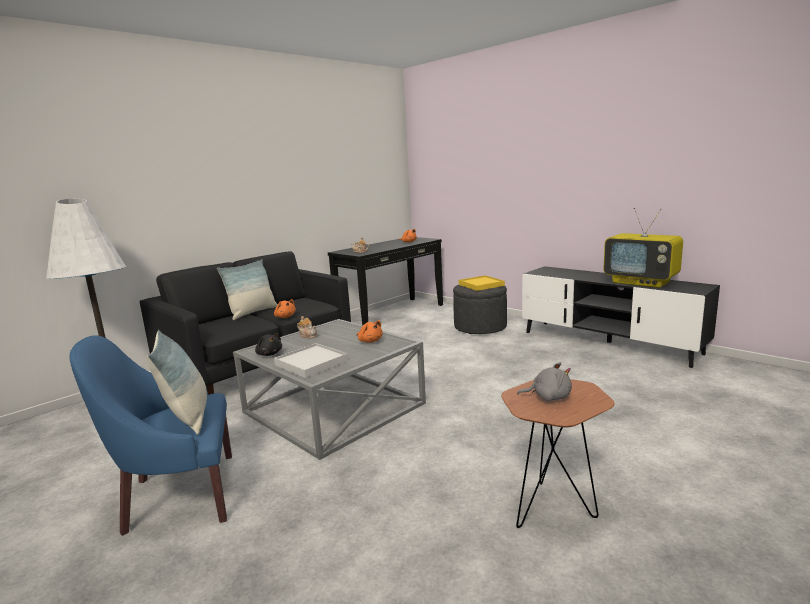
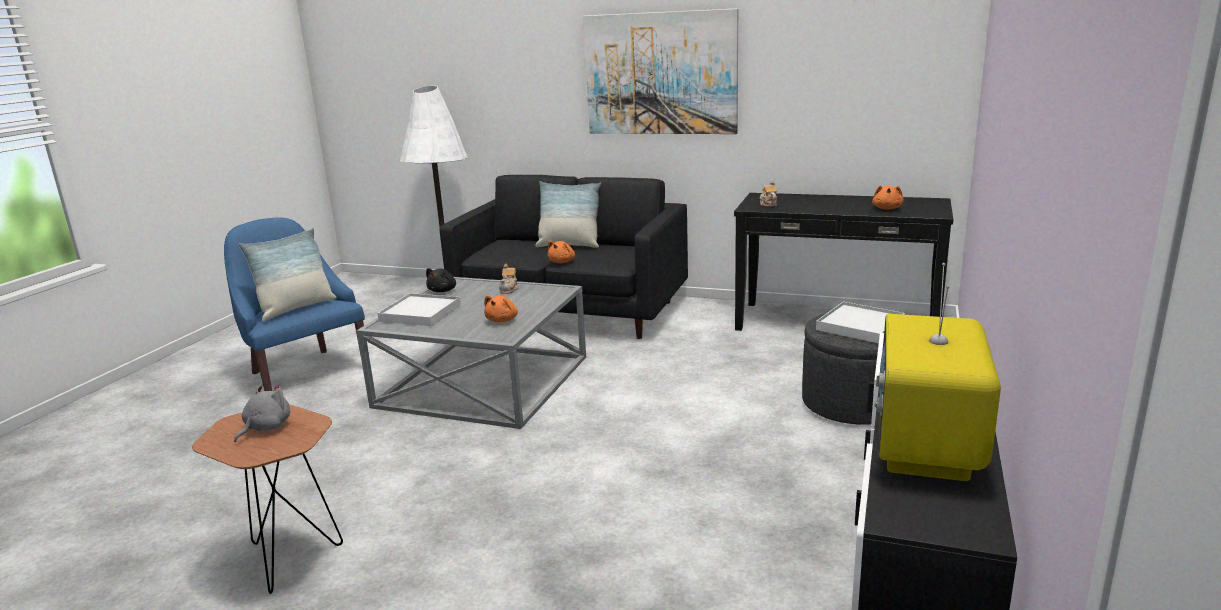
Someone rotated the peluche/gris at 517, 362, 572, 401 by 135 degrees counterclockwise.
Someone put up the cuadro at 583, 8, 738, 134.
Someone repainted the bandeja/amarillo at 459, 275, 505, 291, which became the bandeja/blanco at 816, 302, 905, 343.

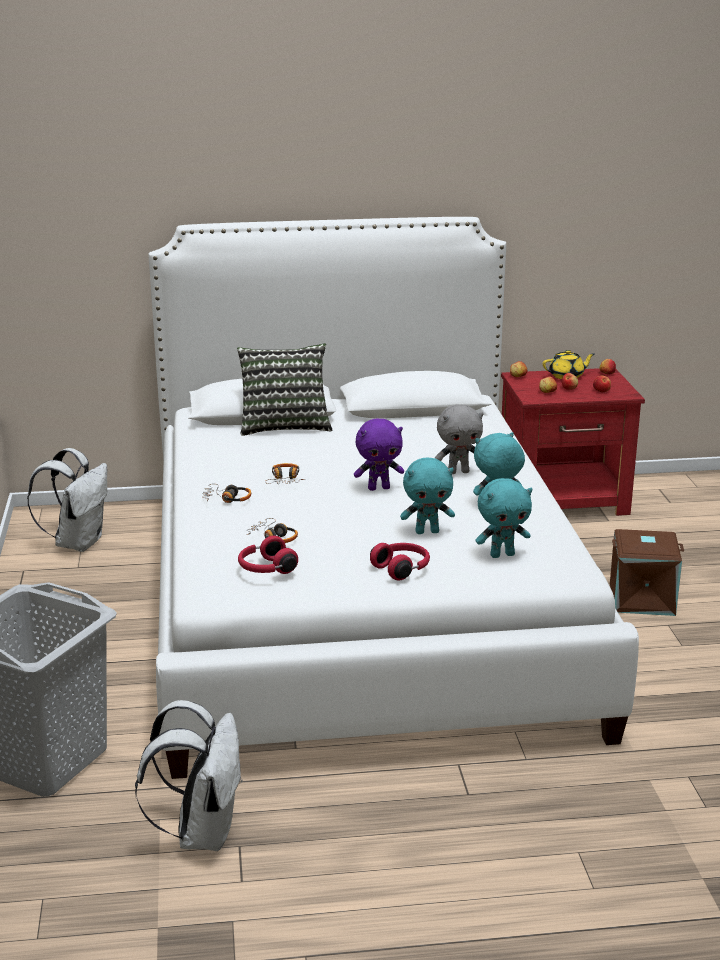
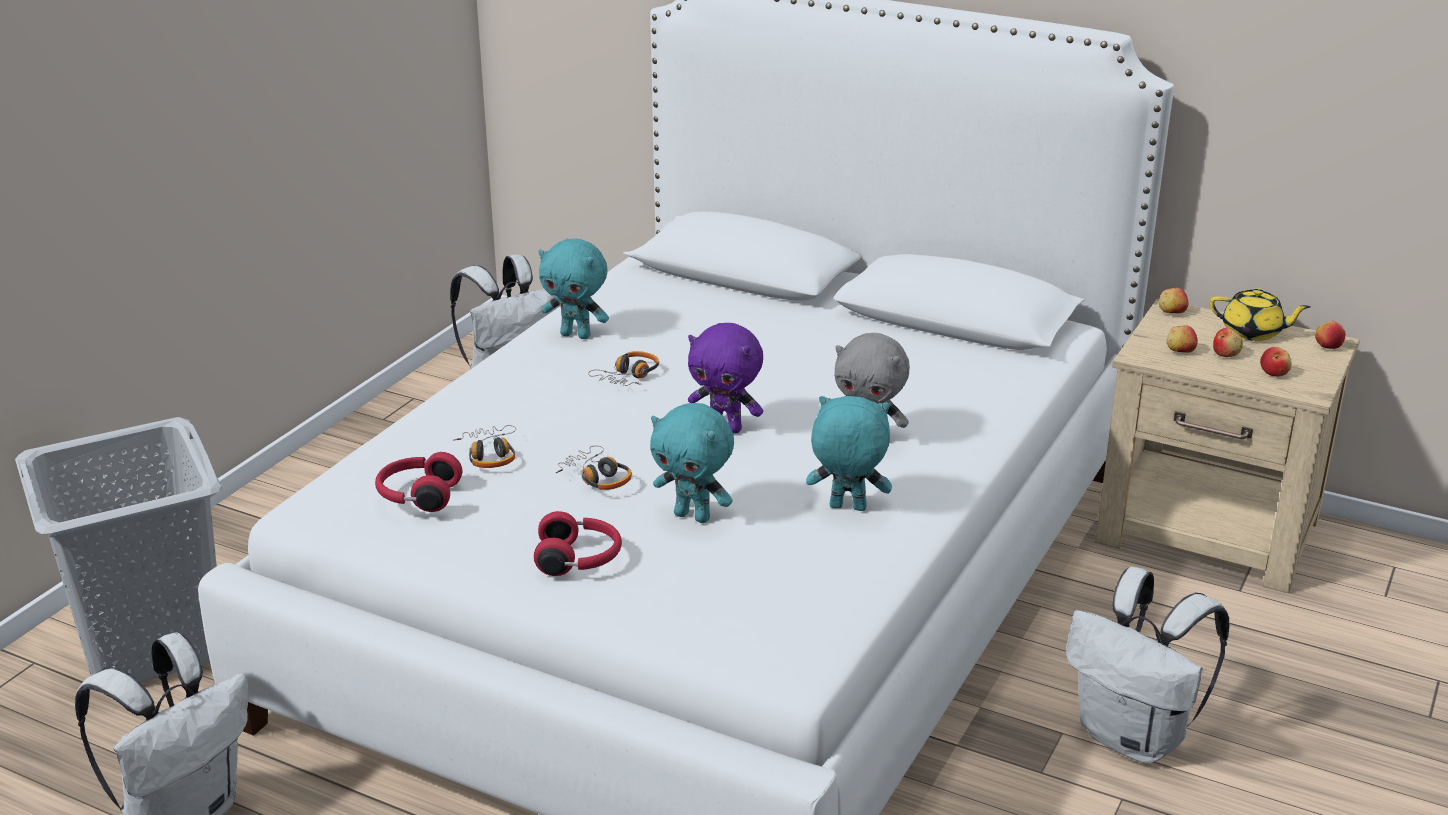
Someone carried the peluche/turquesa from 475, 478, 532, 558 to 538, 239, 609, 339.
Someone carried the auriculares from 202, 484, 251, 503 to 556, 445, 632, 490.
Someone swapped the caja de almacenaje/marrón at 610, 529, 684, 616 for the mochila/blanco at 1066, 567, 1229, 764.
Someone repainted the mesita de noche/rojo at 501, 368, 645, 516, which became the mesita de noche/beis at 1095, 299, 1360, 593.
Someone took away the cojín at 237, 343, 333, 436.

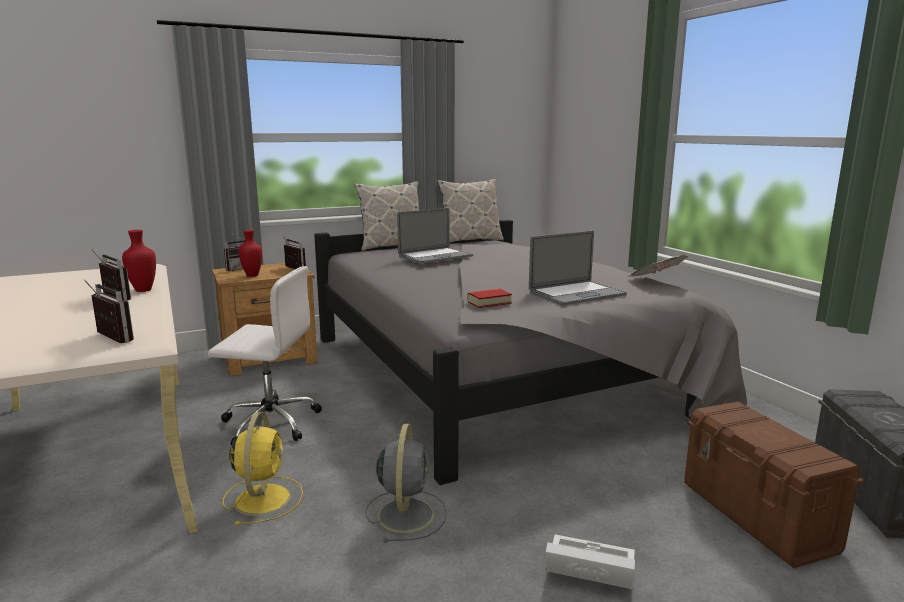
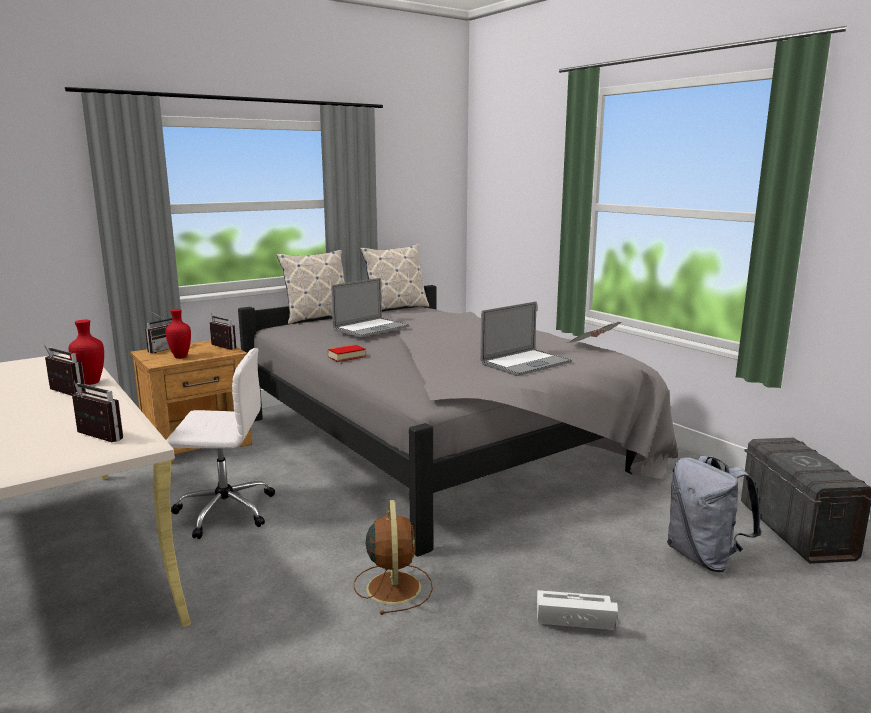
Someone carried the libro from 467, 289, 512, 308 to 328, 345, 366, 362.
Someone repainted the ventilador/gris at 366, 424, 447, 542, which became the ventilador/marrón at 354, 500, 433, 615.
Someone swapped the caja de almacenaje/marrón at 684, 402, 864, 568 for the mochila/gris at 667, 456, 761, 572.
Someone took away the ventilador/amarillo at 223, 412, 303, 525.

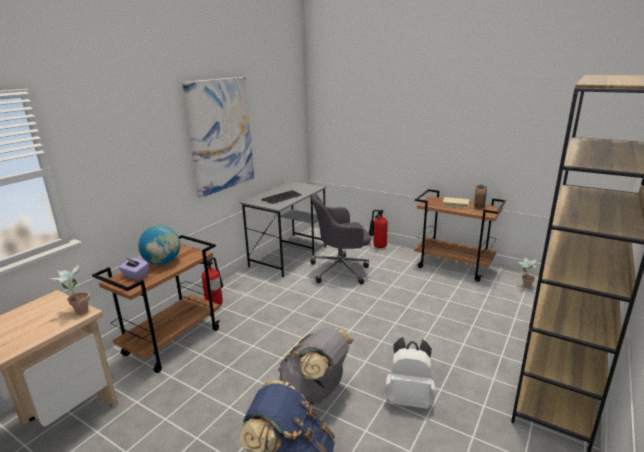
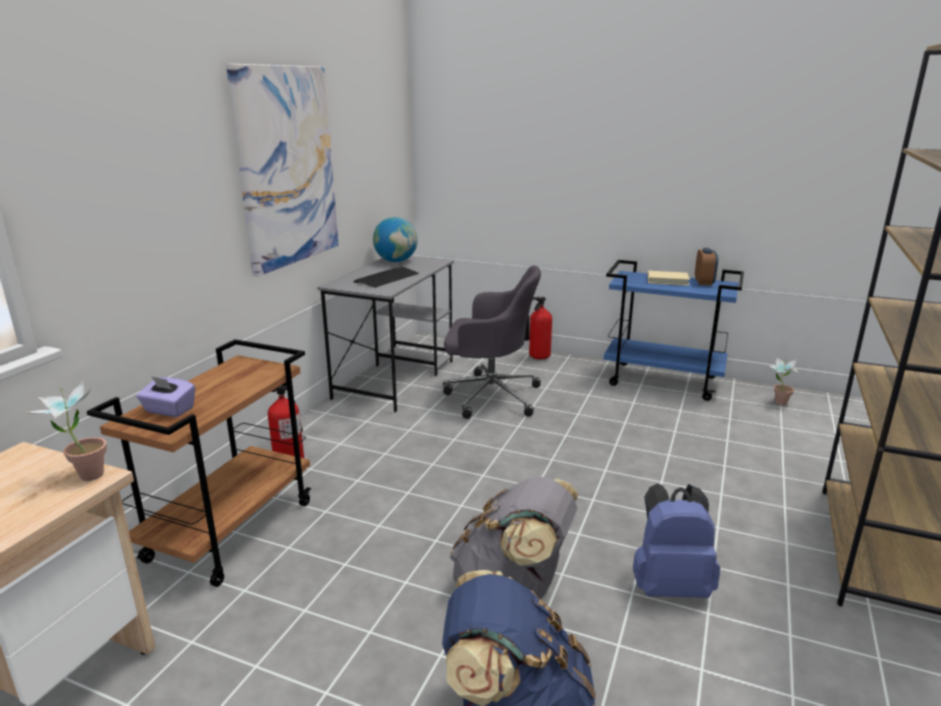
Someone carried the globo terráqueo from 138, 225, 181, 265 to 373, 217, 418, 262.
Someone rotated the silla de oficina/gris at 310, 193, 371, 284 by 150 degrees counterclockwise.
Someone repainted the carrito/marrón at 414, 189, 506, 282, which became the carrito/azul at 603, 260, 744, 401.
Someone repainted the mochila/blanco at 385, 337, 435, 409, which became the mochila/azul at 633, 483, 720, 598.

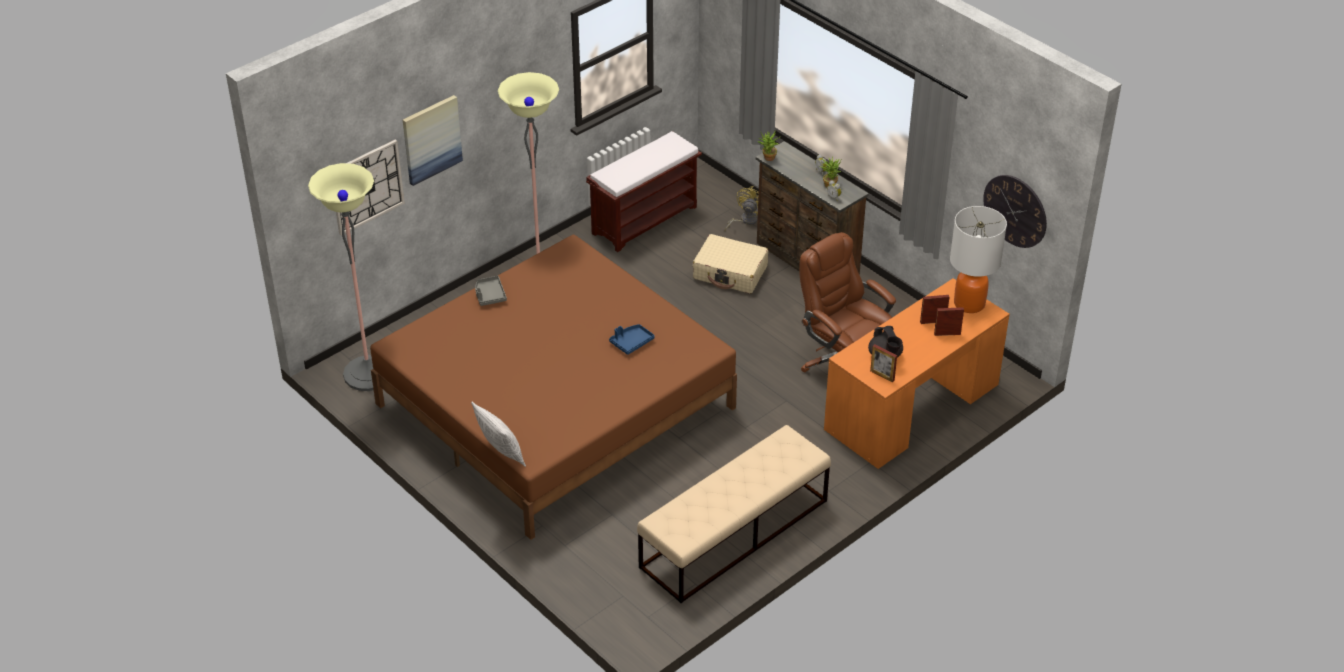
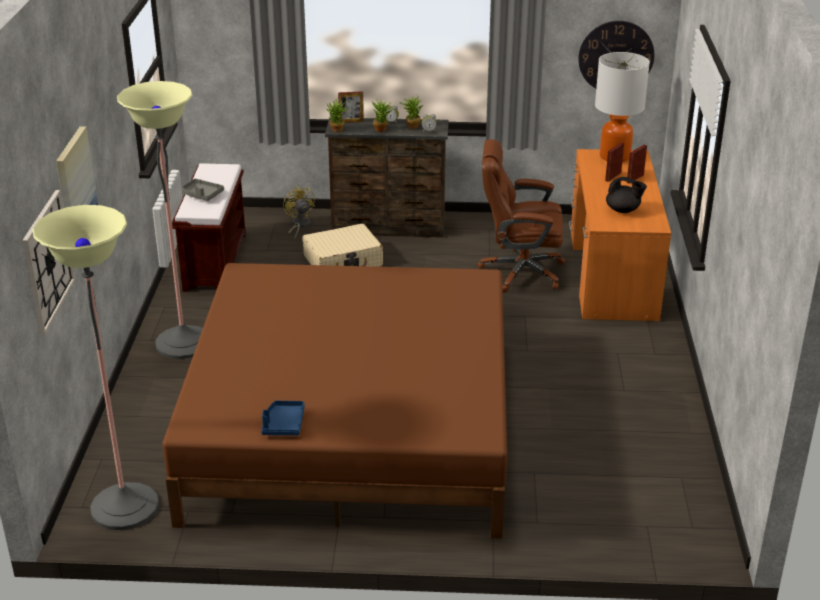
Someone carried the bandeja/gris from 475, 276, 507, 306 to 182, 179, 224, 201.
Someone carried the bandeja/azul from 609, 324, 655, 355 to 261, 401, 305, 436.
Someone carried the portarretratos from 870, 344, 897, 383 to 338, 91, 364, 123.
Someone put down the planta en maceta at 372, 98, 396, 132.
Someone took away the cojín at 471, 402, 526, 467.
Someone took away the banco/beis at 637, 425, 831, 603.

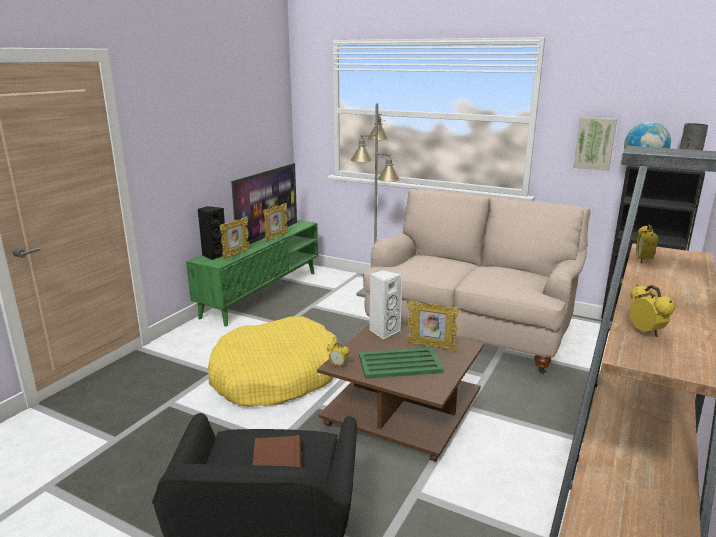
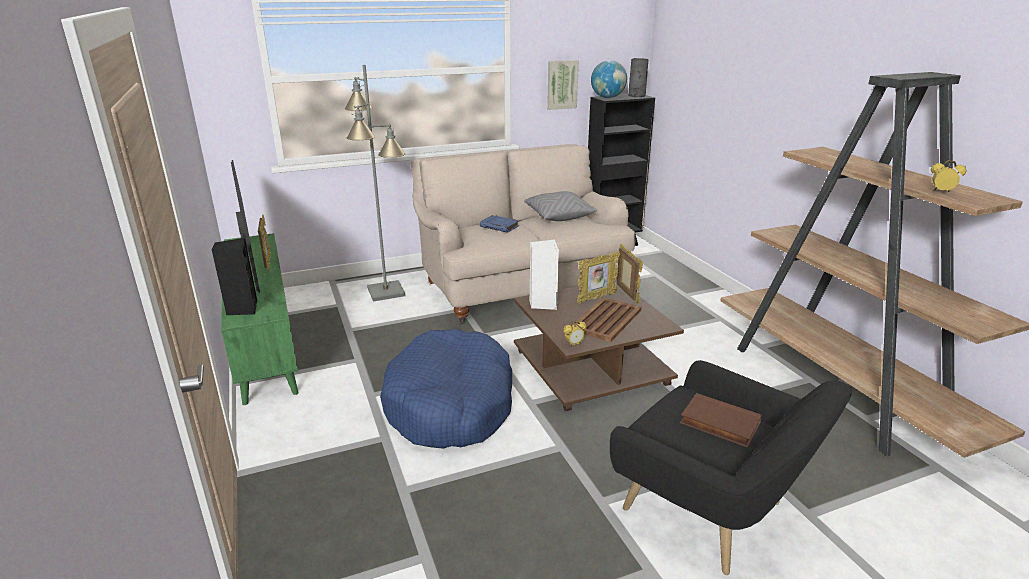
Someone repainted the cama para perro/amarillo at 208, 316, 338, 407, which became the cama para perro/azul at 380, 329, 512, 448.
Someone put down the libro/azul at 480, 215, 519, 233.
Someone put down the cojín/gris at 524, 191, 597, 221.
Someone repainted the bandeja/verde at 359, 347, 444, 379, which became the bandeja/marrón at 573, 297, 641, 342.
Someone carried the portarretratos from 220, 217, 250, 259 to 617, 244, 643, 304.
Someone took away the despertador at 636, 224, 659, 263.

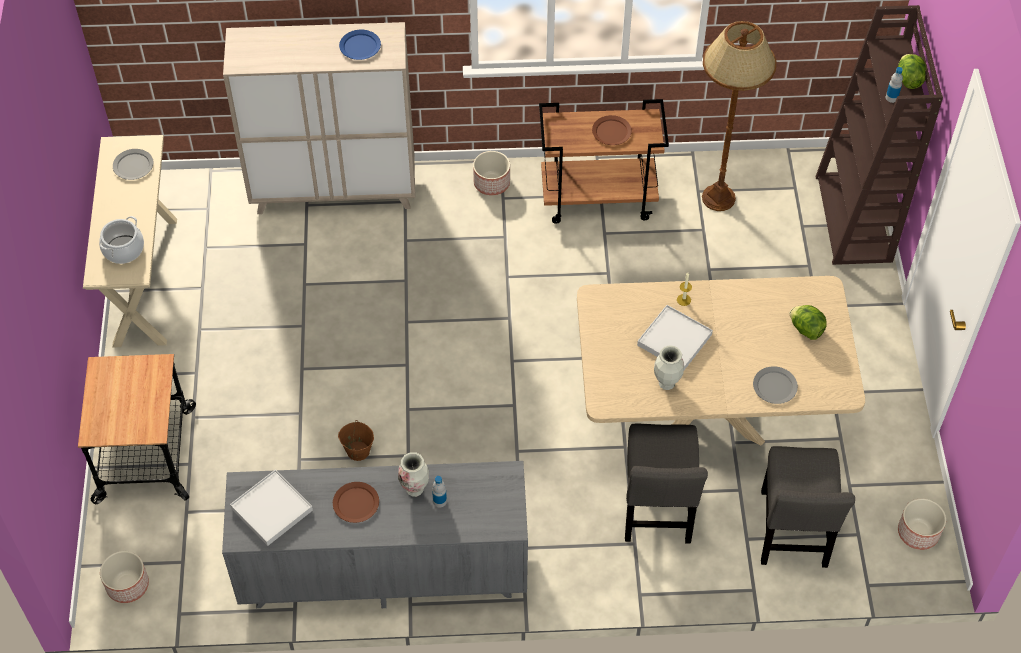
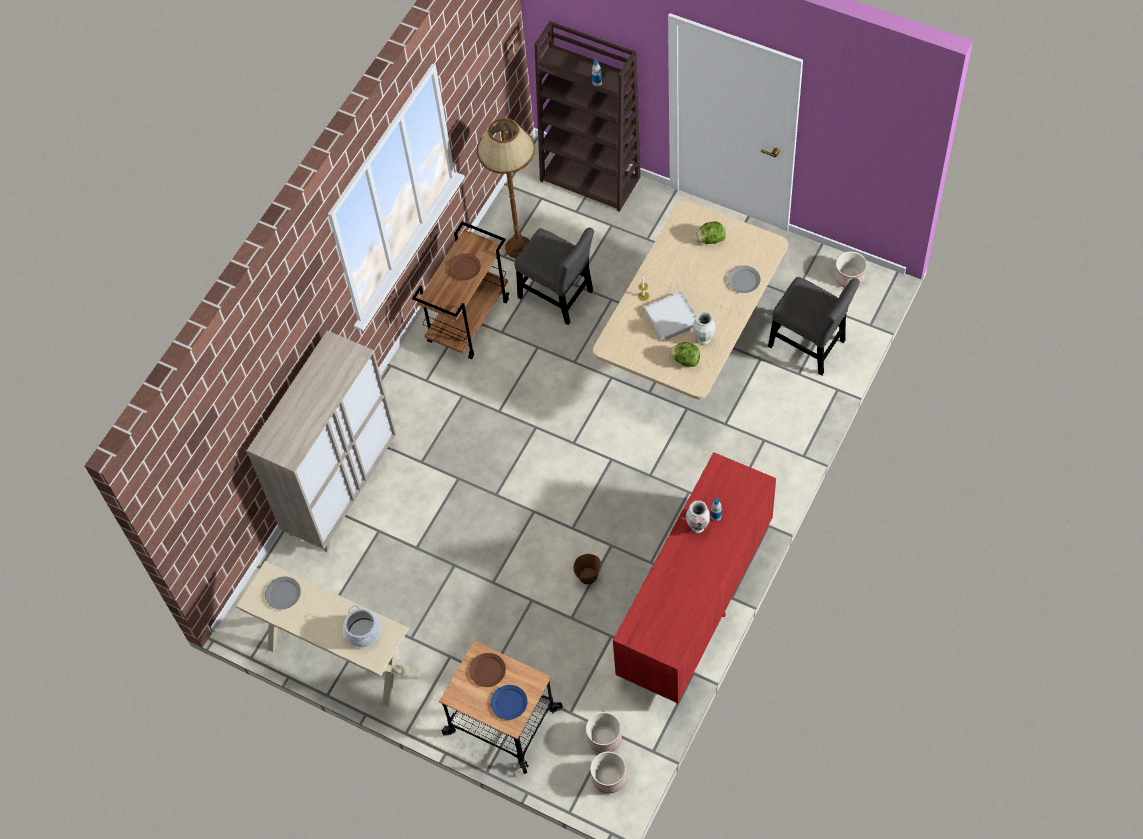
Someone carried the plato/marrón from 333, 482, 379, 523 to 469, 653, 506, 687.
Someone carried the plato/azul from 339, 30, 381, 60 to 491, 685, 527, 720.
Someone carried the silla/gris from 625, 424, 708, 544 to 515, 227, 594, 325.
Someone carried the maceta from 473, 151, 510, 195 to 586, 712, 622, 753.
Someone repainted the cómoda/gris at 222, 461, 528, 608, which became the cómoda/rojo at 613, 452, 776, 703.
Someone carried the lechuga from 898, 54, 926, 89 to 669, 342, 700, 367.
Someone took away the bandeja/blanco at 230, 470, 313, 546.

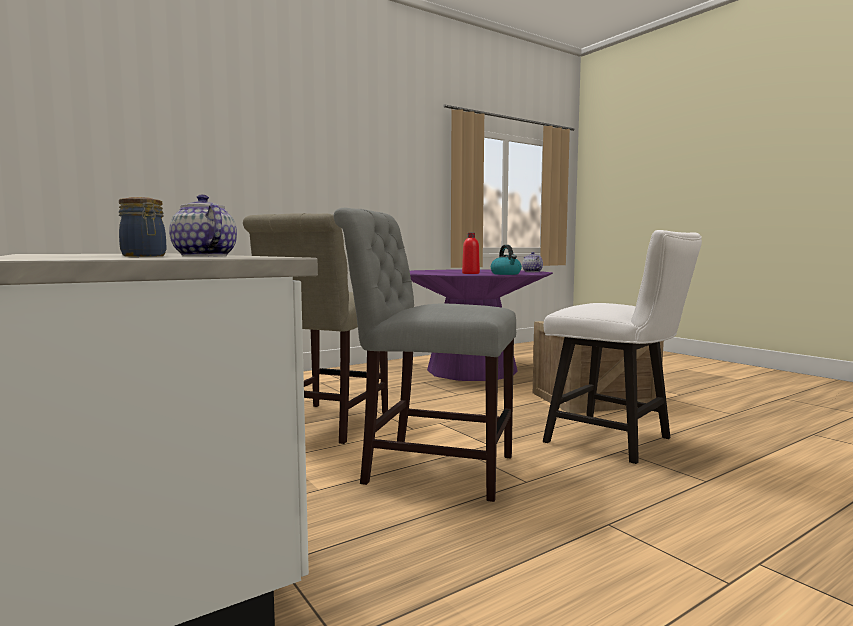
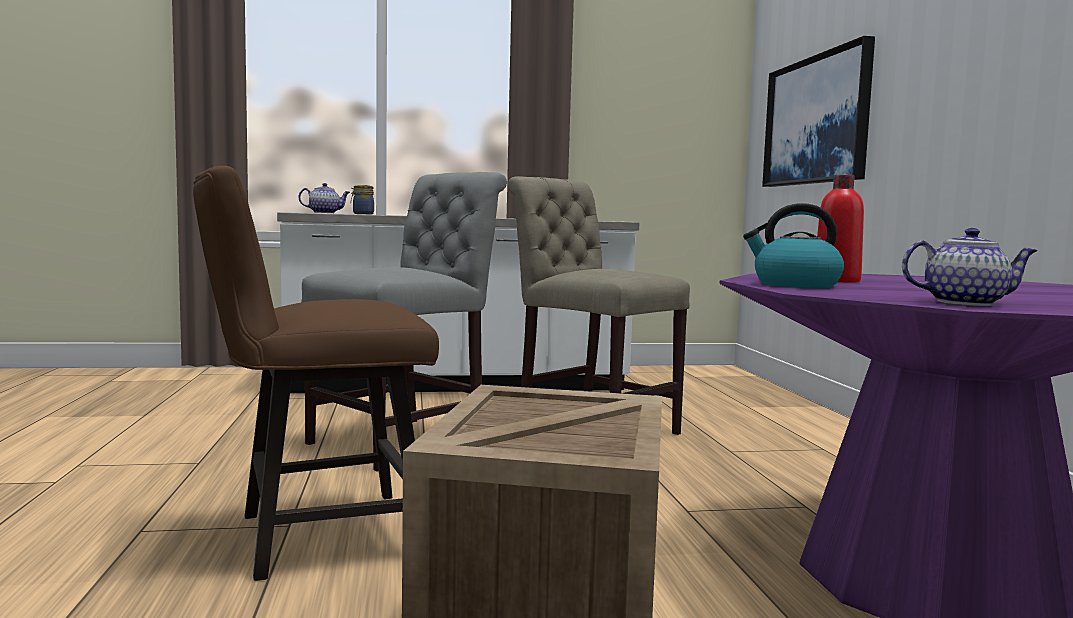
Someone repainted the silla/blanco at 543, 230, 702, 464, which became the silla/marrón at 193, 166, 439, 581.
Someone put up the cuadro at 762, 36, 875, 187.

